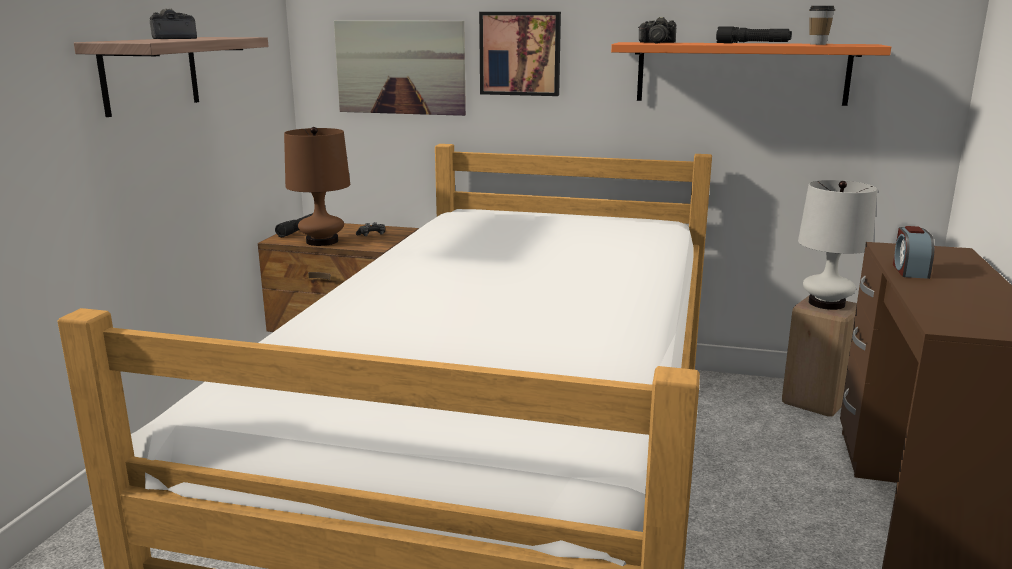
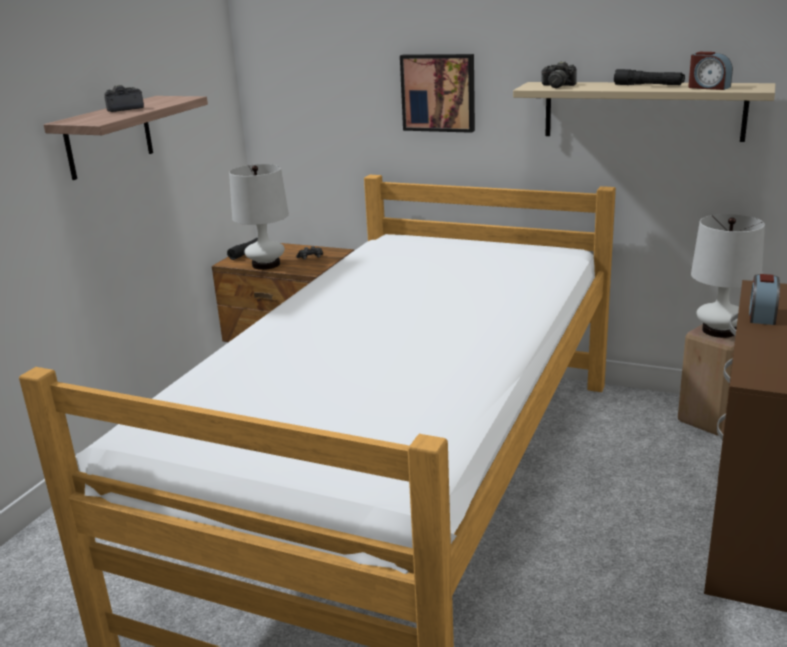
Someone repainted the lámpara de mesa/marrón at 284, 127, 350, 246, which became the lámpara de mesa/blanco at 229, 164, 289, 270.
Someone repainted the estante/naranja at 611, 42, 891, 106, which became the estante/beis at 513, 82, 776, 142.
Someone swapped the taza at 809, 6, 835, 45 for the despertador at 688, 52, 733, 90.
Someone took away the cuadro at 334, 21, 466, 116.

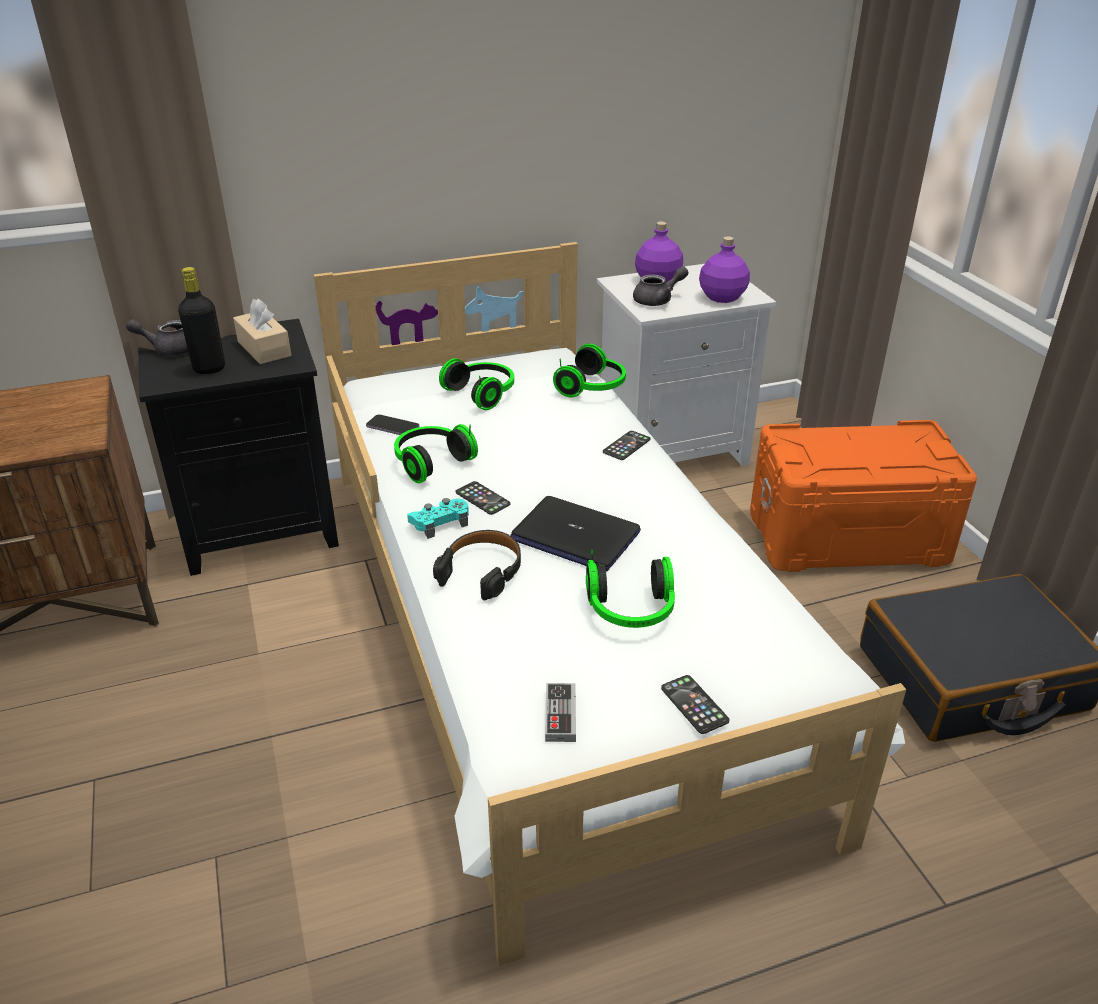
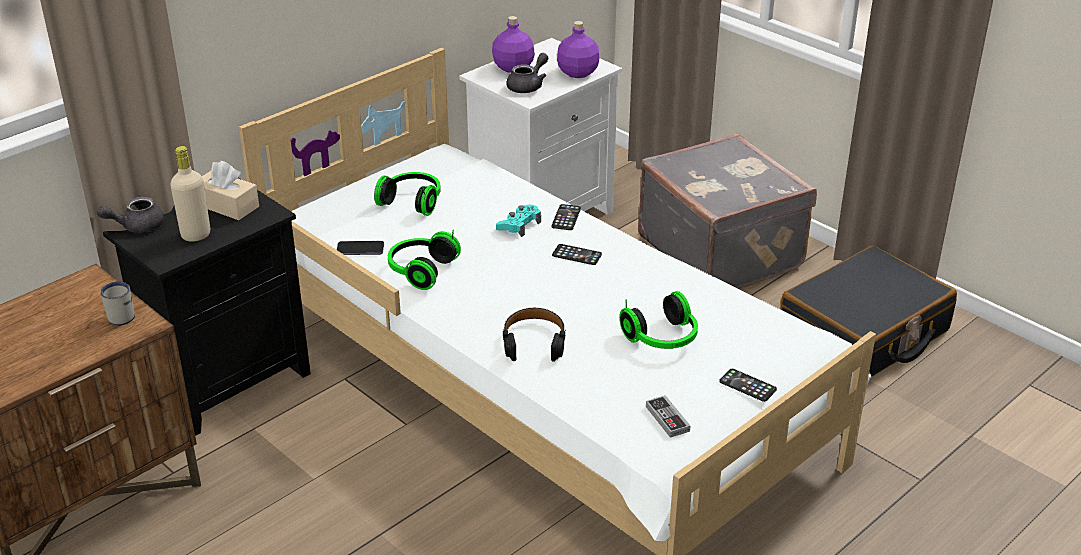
Someone put down the taza grande/blanco at 100, 281, 135, 326.
Someone repainted the botella/negro at 178, 267, 225, 374, which became the botella/beis at 170, 146, 210, 242.
Someone carried the mando de consola/turquesa from 407, 498, 469, 539 to 496, 204, 541, 237.
Someone carried the móvil from 456, 481, 510, 515 to 552, 244, 602, 265.
Someone swapped the caja de almacenaje/naranja at 750, 420, 977, 572 for the maleta/gris at 638, 134, 817, 289.
Someone took away the portátil at 510, 496, 641, 572.
Someone took away the auriculares at 553, 344, 626, 398.

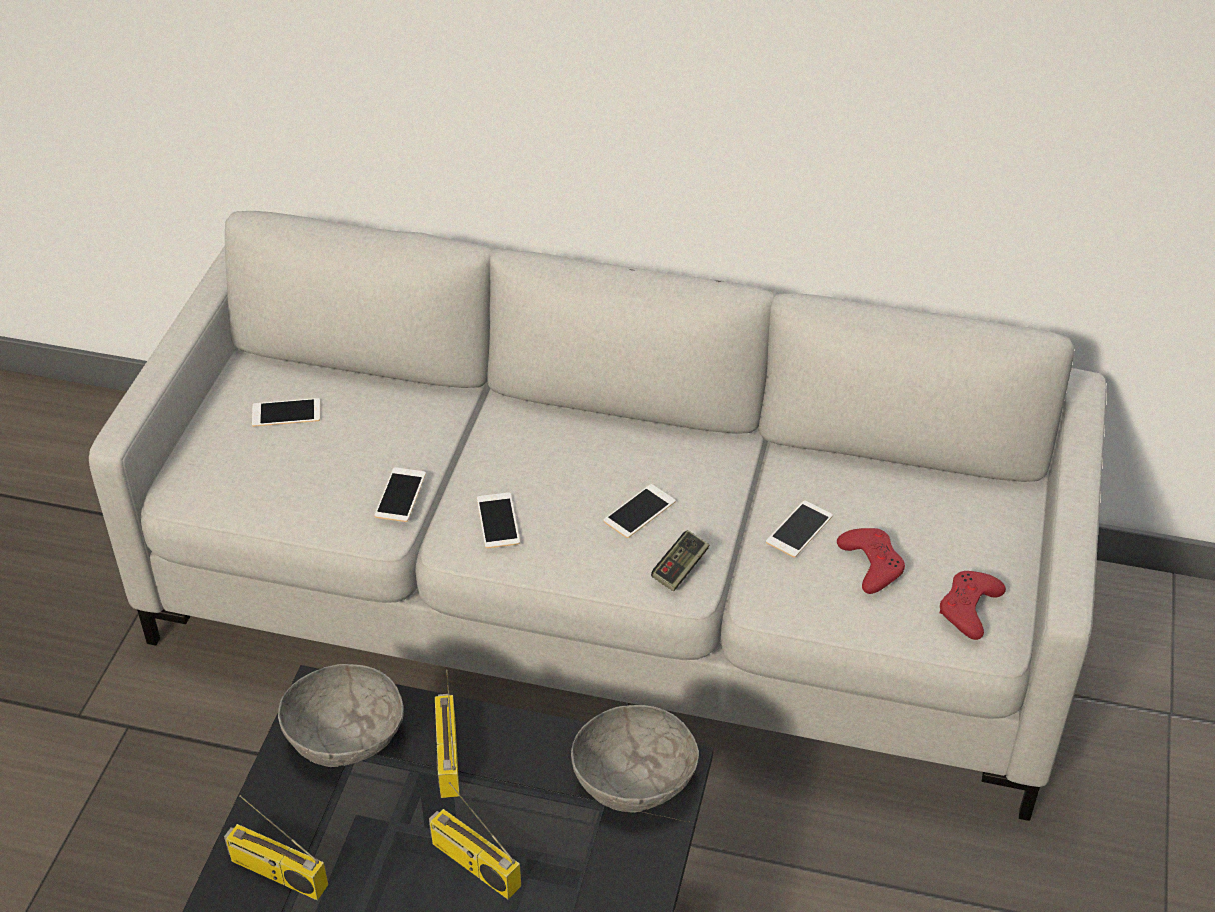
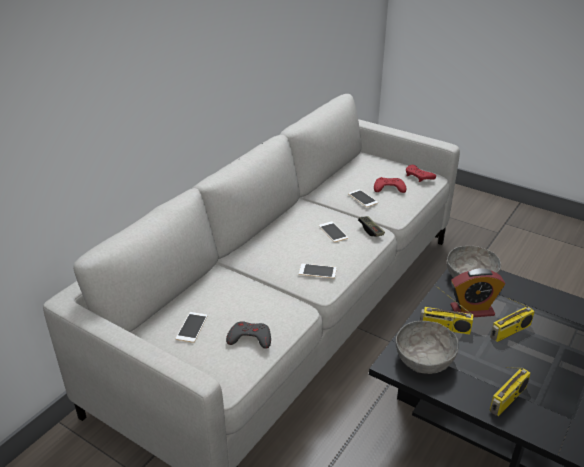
Someone put down the mando de consola/gris at 226, 321, 271, 349.
Someone put down the despertador at 451, 268, 505, 317.
Someone took away the móvil at 374, 467, 426, 522.

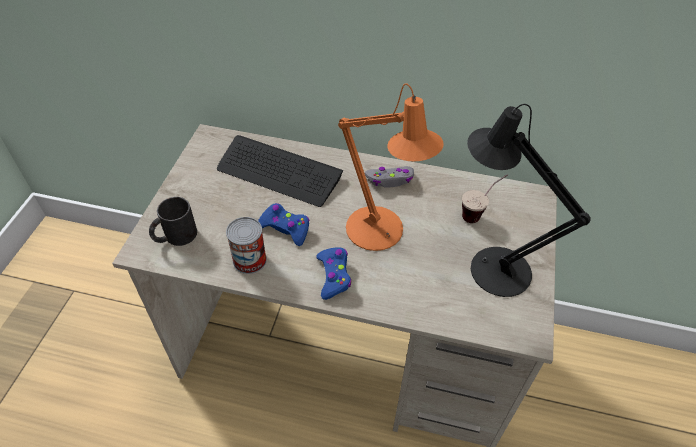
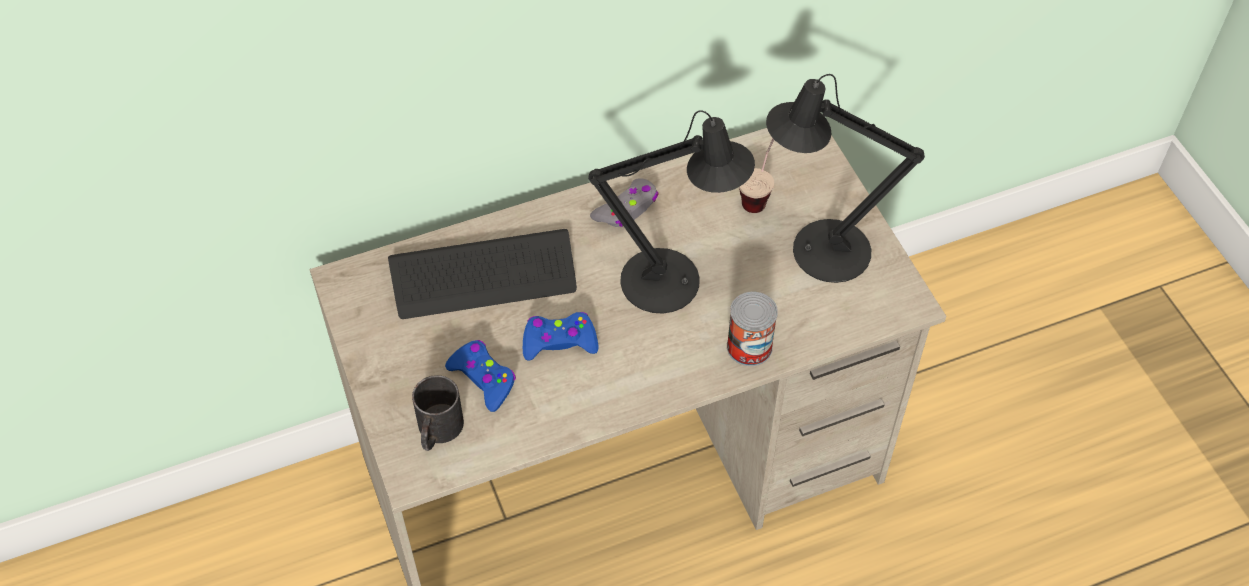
Someone carried the mando de consola/azul from 316, 247, 351, 300 to 445, 340, 516, 412.
Someone repainted the lámpara de mesa/naranja at 338, 83, 444, 251, which became the lámpara de mesa/negro at 588, 110, 755, 313.
Someone carried the lata from 226, 217, 267, 274 to 727, 292, 778, 366.

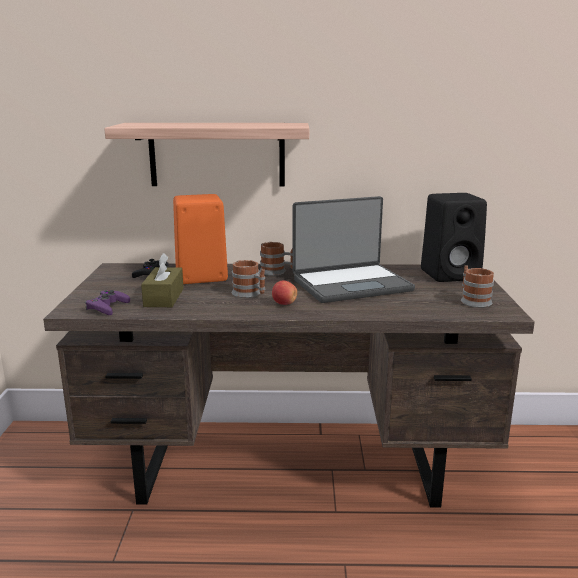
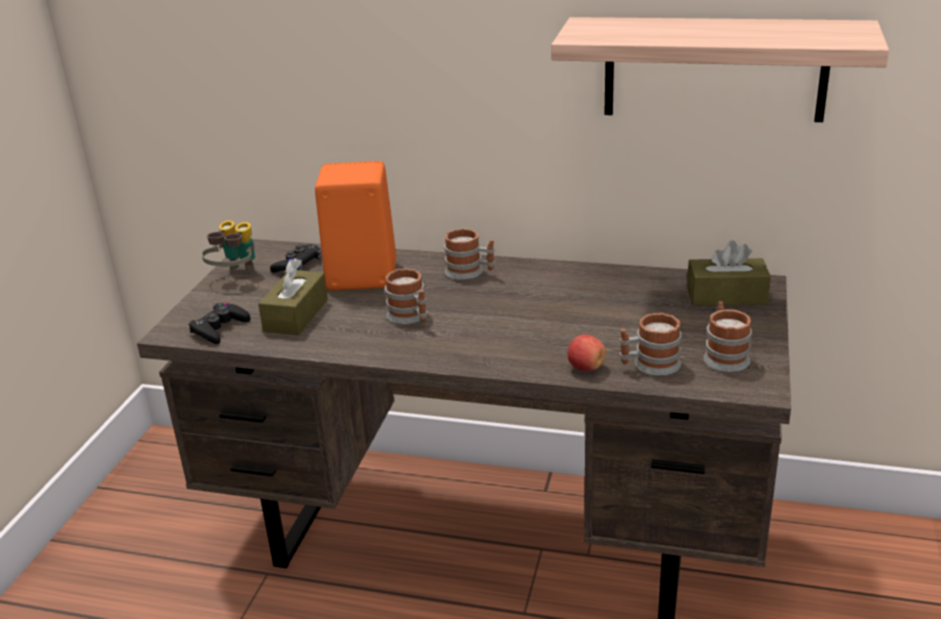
Someone repainted the mando de consola/morado at 85, 290, 130, 315, which became the mando de consola/negro at 188, 303, 251, 344.
Someone put down the prismáticos at 202, 220, 255, 272.
Someone carried the estante from 104, 123, 309, 187 to 551, 17, 889, 122.
Someone carried the manzana from 272, 280, 297, 305 to 568, 334, 606, 371.
Someone put down the taza grande at 620, 313, 681, 376.
Someone swapped the altavoz/negro at 421, 193, 487, 282 for the caja de pañuelos/marrón at 687, 240, 771, 306.
Someone took away the portátil at 292, 196, 415, 303.

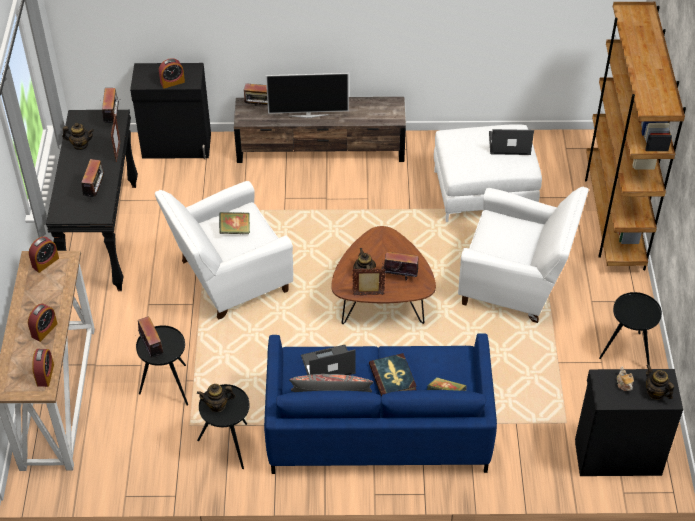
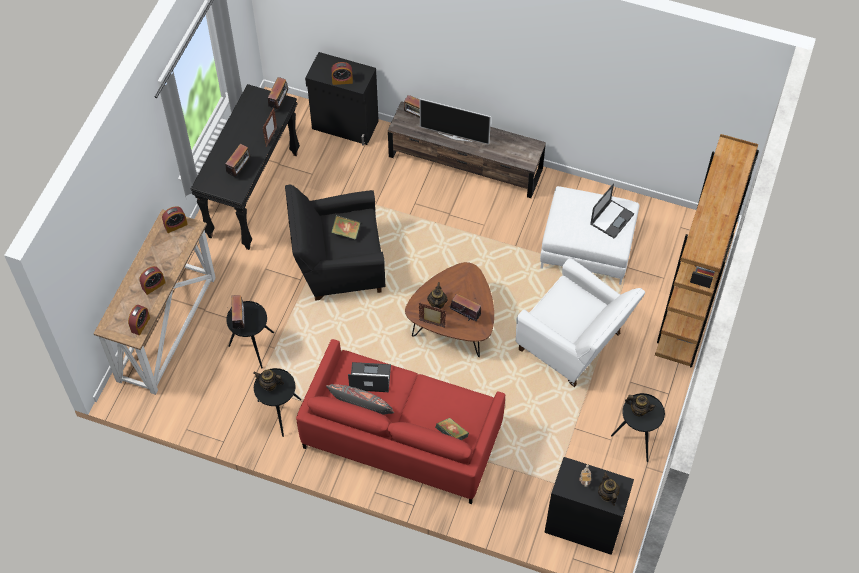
Someone repainted the sillón/blanco at 155, 181, 293, 320, which became the sillón/negro at 285, 185, 386, 301.
Someone repainted the sofá/azul at 264, 333, 497, 474, which became the sofá/rojo at 296, 339, 505, 504.
Someone rotated the portátil at 489, 129, 534, 155 by 105 degrees clockwise.
Someone carried the tetera from 62, 123, 94, 150 to 625, 395, 656, 416.
Someone took away the libro at 369, 353, 417, 396.

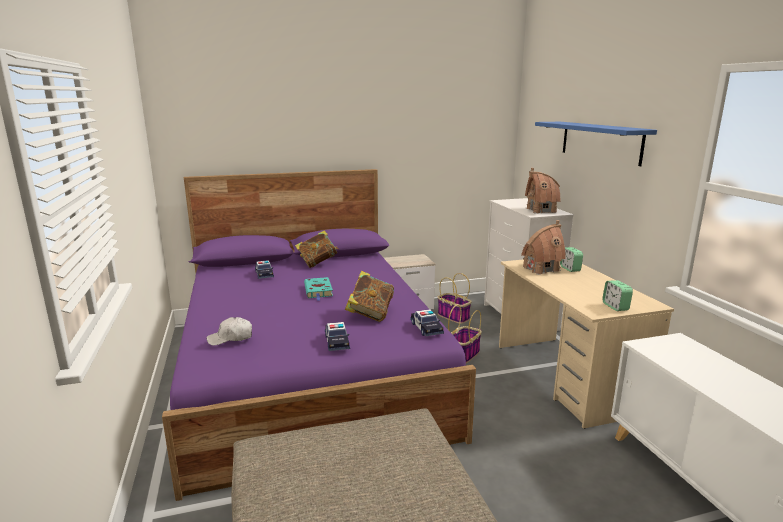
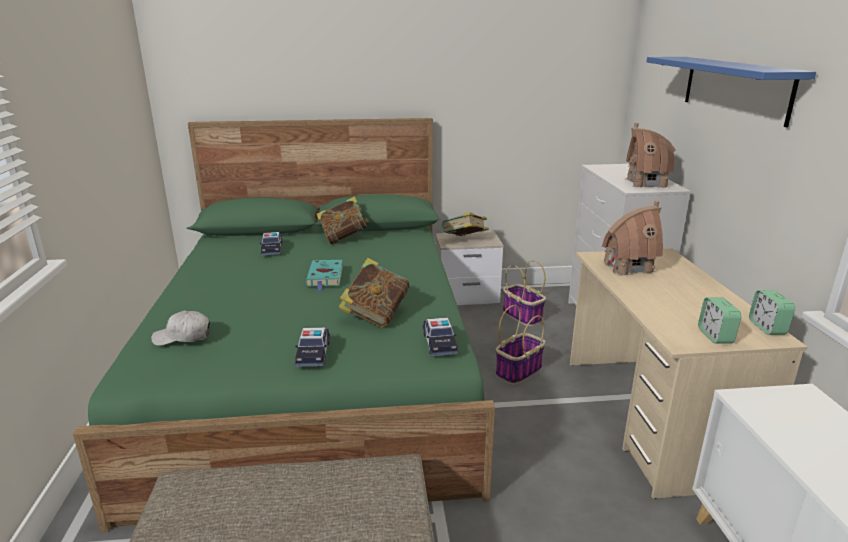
Someone repainted the cama/morado at 162, 169, 476, 501, which became the cama/verde at 73, 118, 495, 532.
Someone put down the libro at 442, 212, 489, 236.
Someone carried the despertador from 560, 247, 583, 272 to 749, 290, 795, 335.

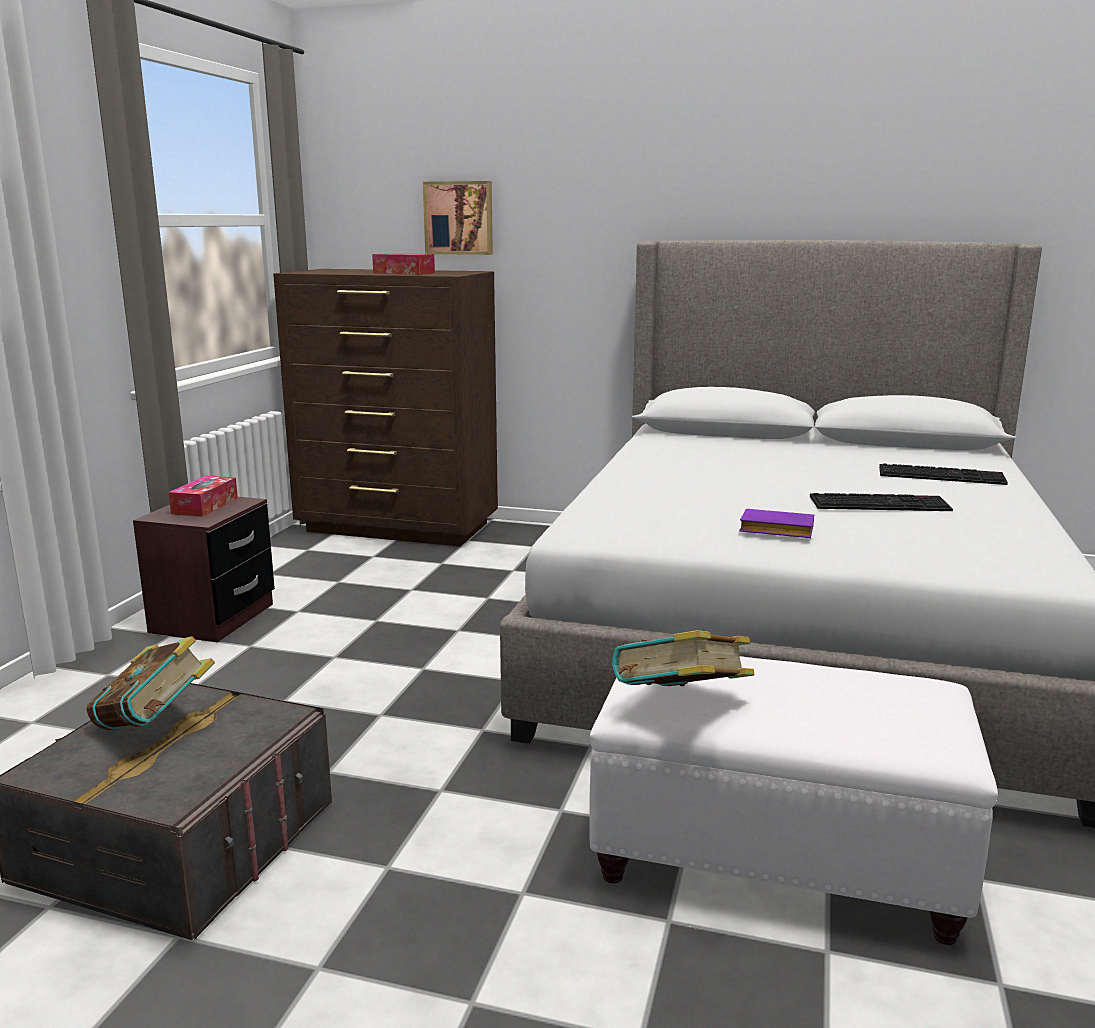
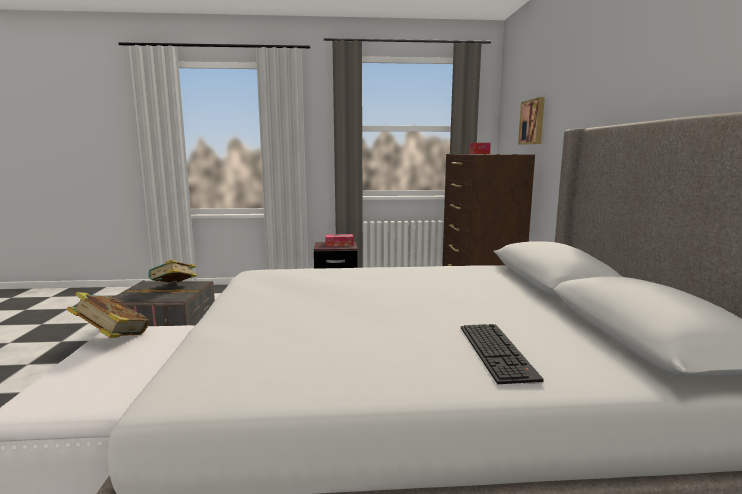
Someone took away the libro/morado at 739, 509, 814, 538.
Someone took away the teclado at 810, 493, 953, 511.

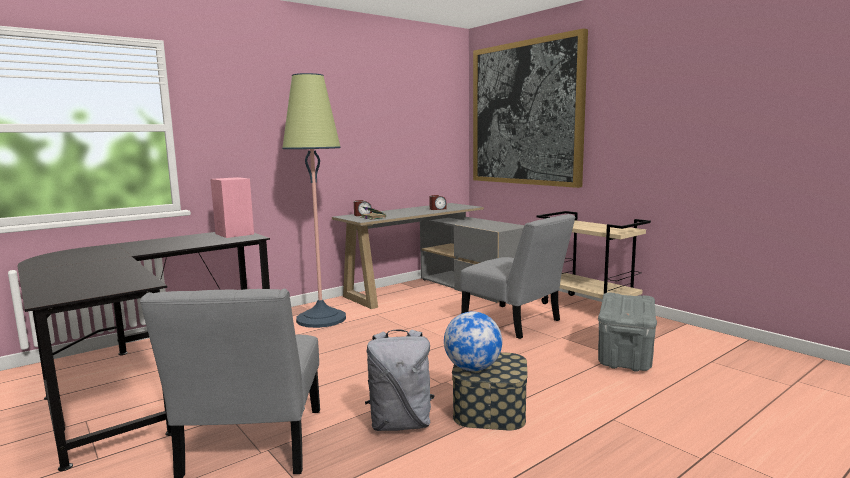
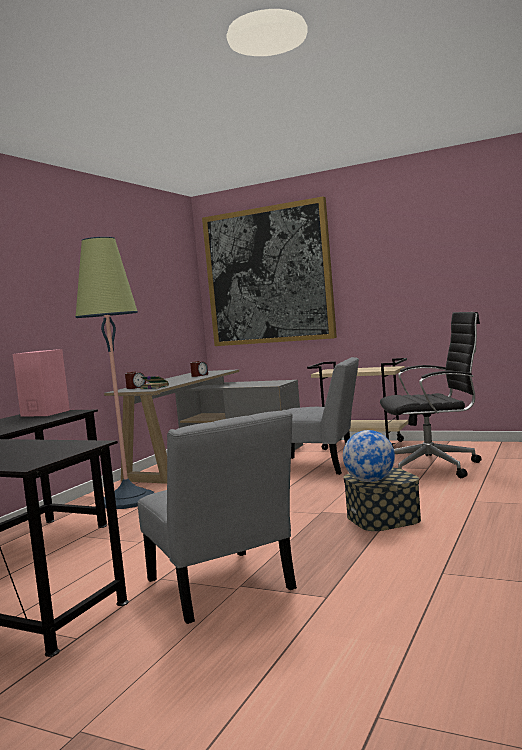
Someone swapped the caja de almacenaje/gris at 598, 293, 657, 372 for the silla de oficina/negro at 380, 312, 481, 478.
Someone took away the mochila/gris at 365, 329, 435, 431.

